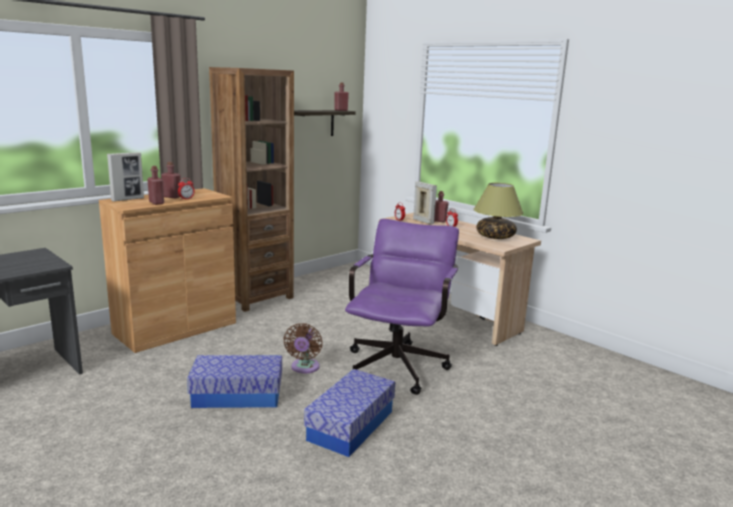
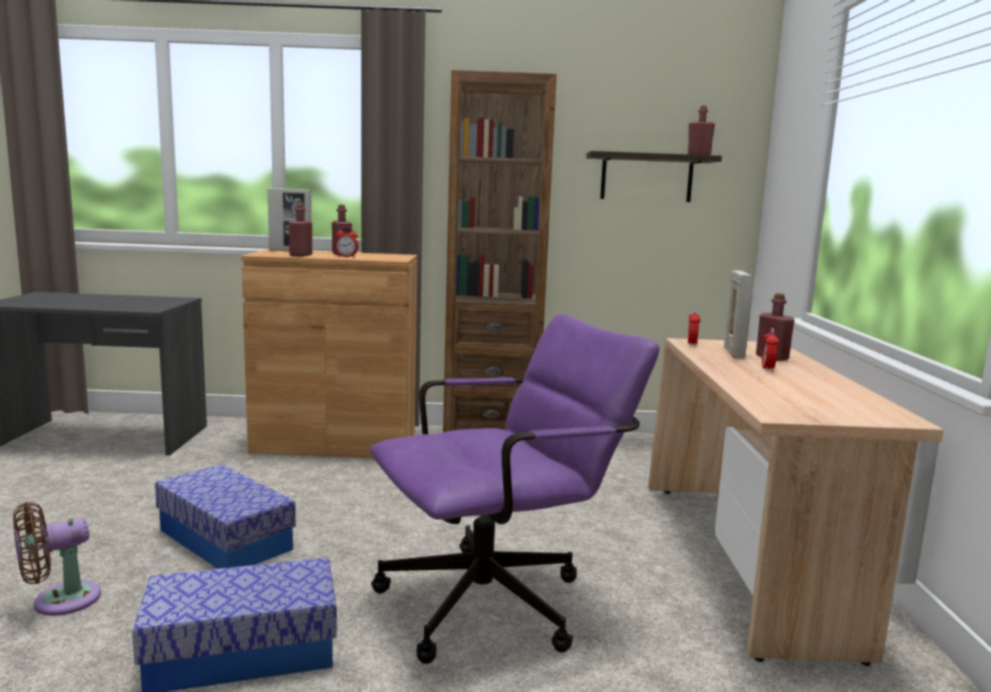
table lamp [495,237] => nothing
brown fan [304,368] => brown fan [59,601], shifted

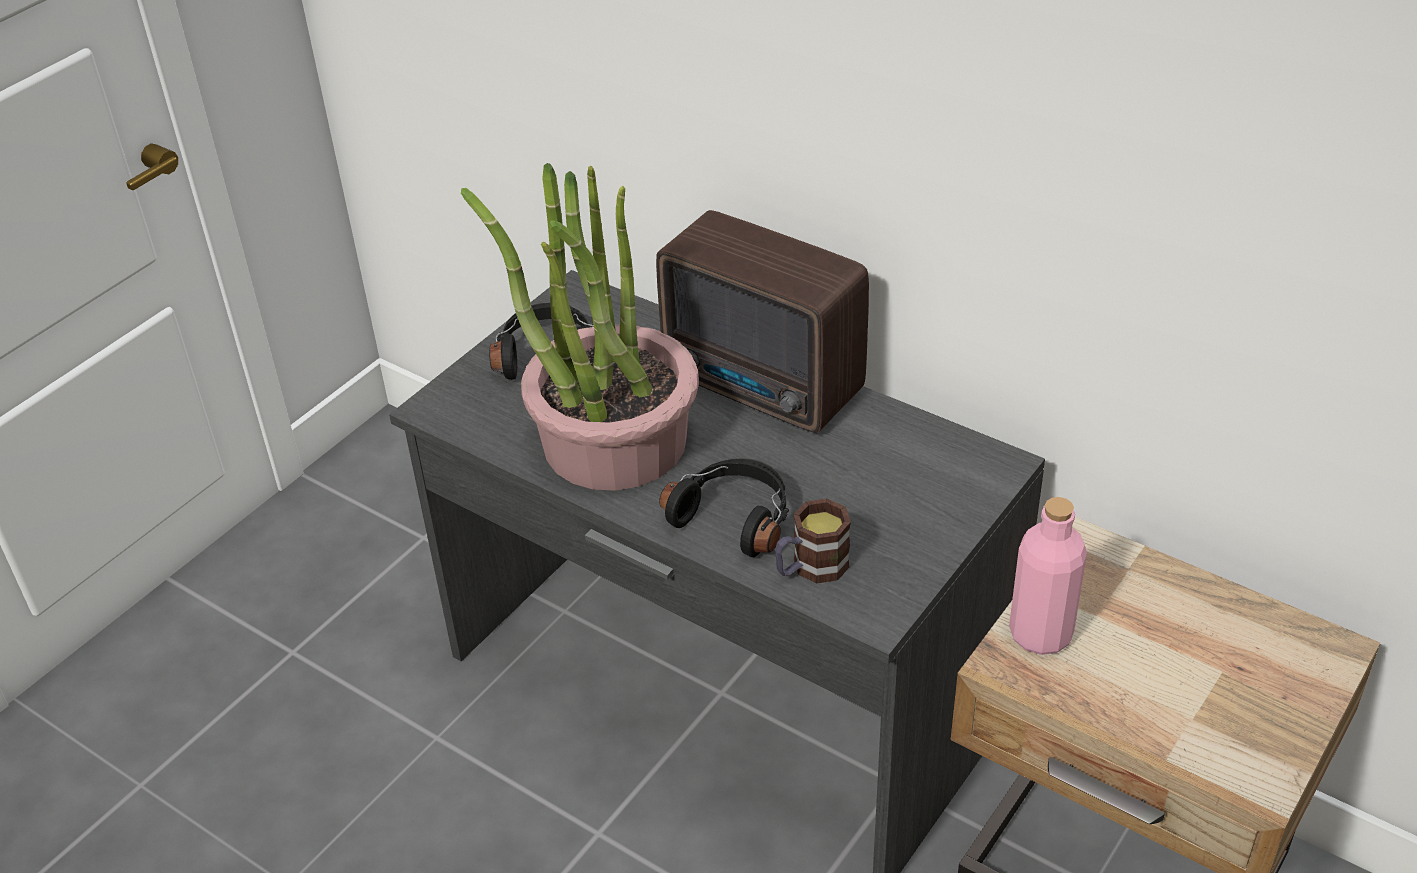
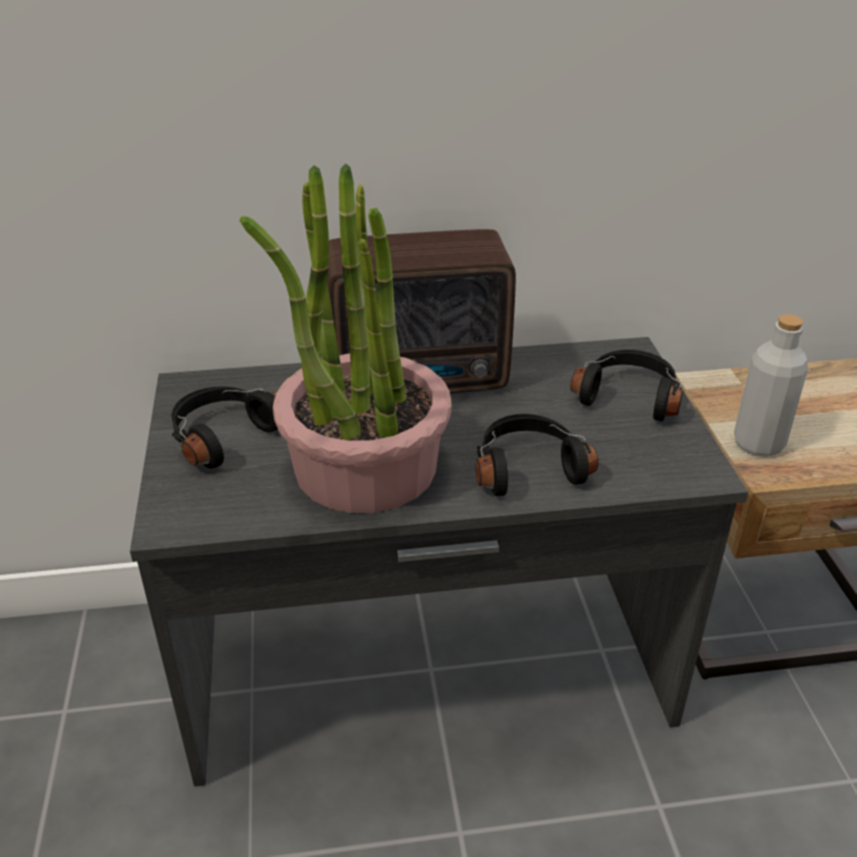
mug [810,568] => nothing
nothing => black headphones [629,396]
pink bottle [1040,634] => grey bottle [758,443]

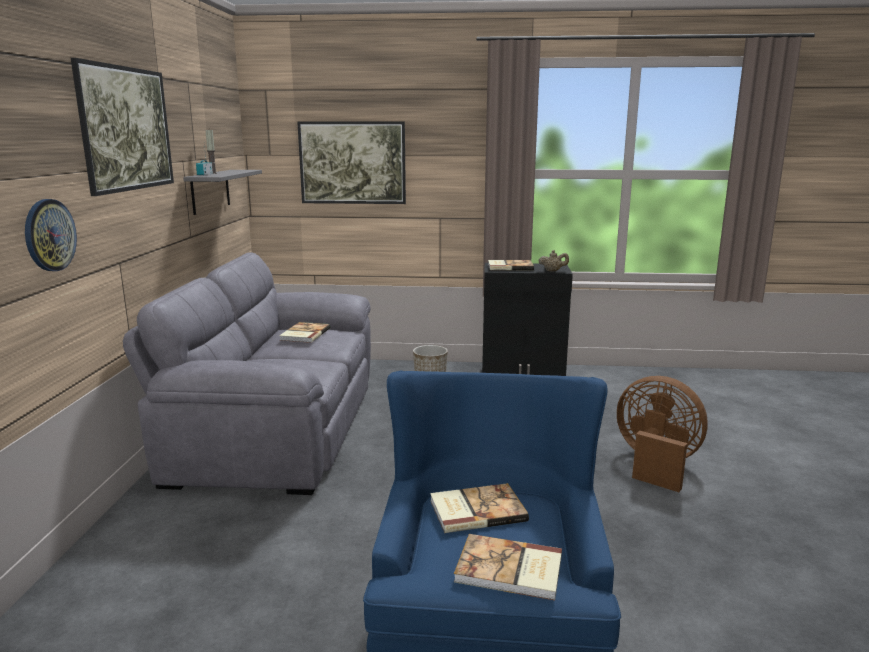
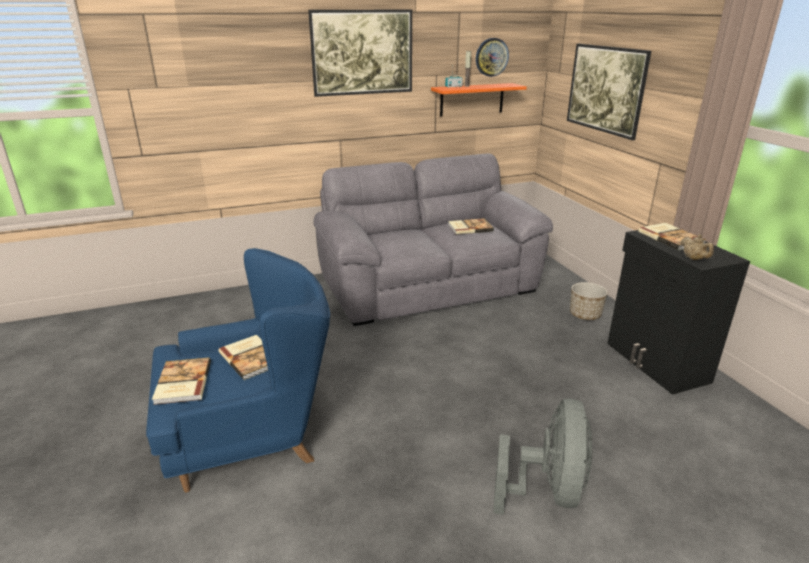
wall clock [49,235] => wall clock [491,57], shifted
grey shelf [210,191] => orange shelf [472,99]
brown fan [655,464] => grey fan [547,490]

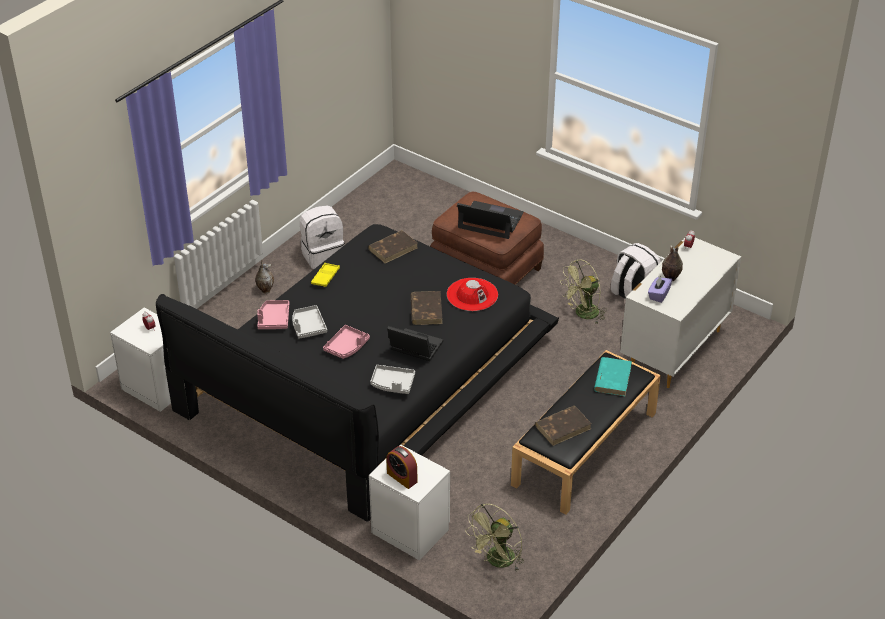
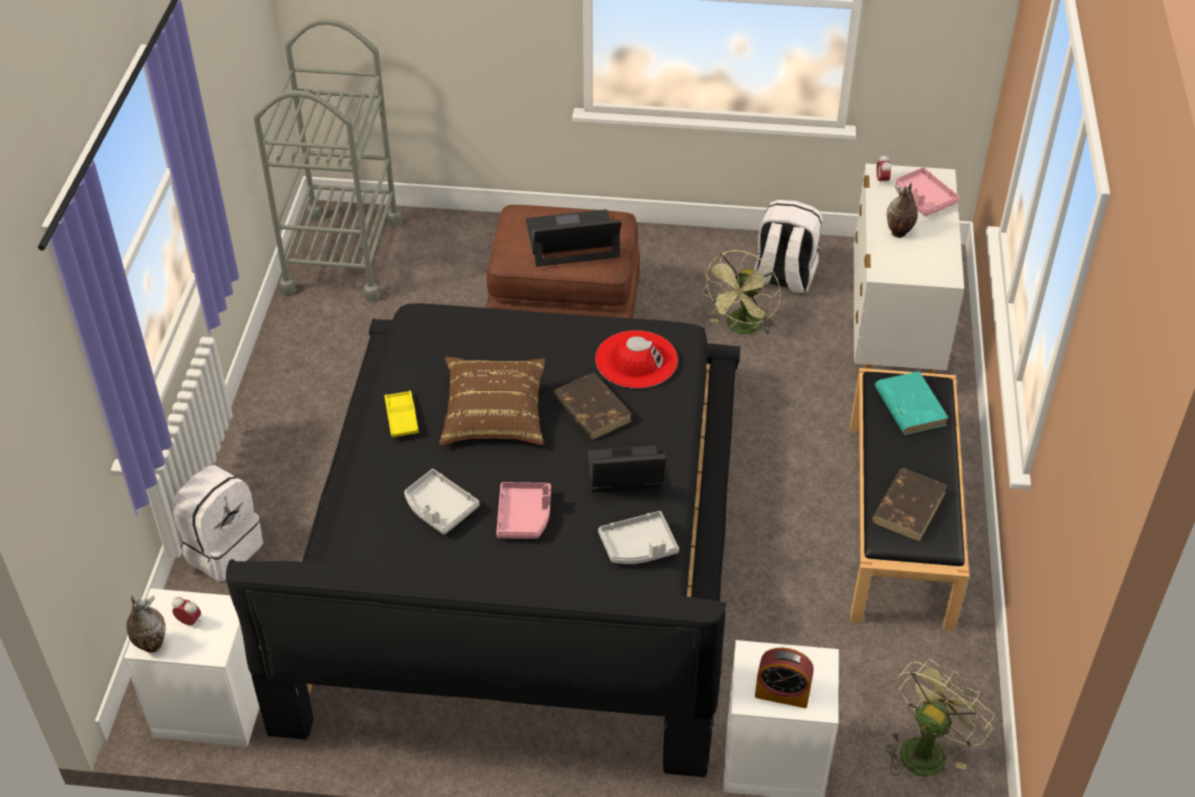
brown book [393,248] => nothing
purple tissue box [658,295] => nothing
nothing => grey cart [342,255]
nothing => brown pillow [494,415]
vase [265,290] => vase [150,645], shifted
pink tray [274,319] => pink tray [923,199], shifted
white backpack [322,255] => white backpack [221,548], shifted
green fan [497,562] => green fan [927,748], 150 degrees counterclockwise

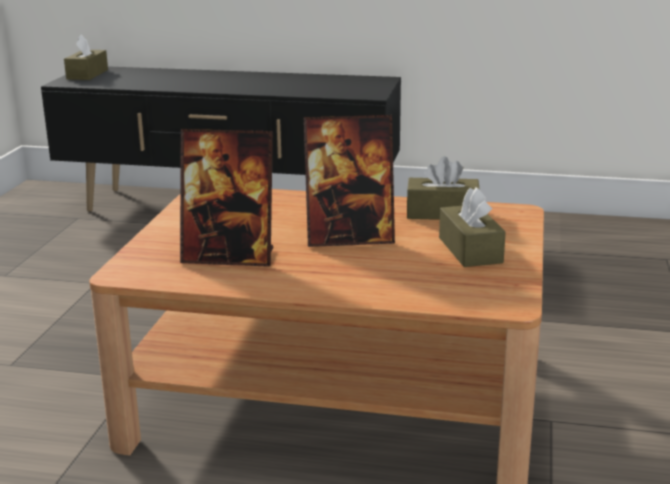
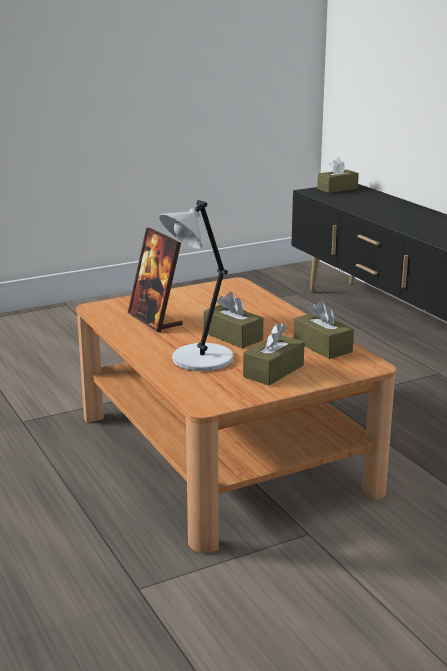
nothing => grey table lamp [199,360]
picture frame [349,238] => brown tissue box [233,336]

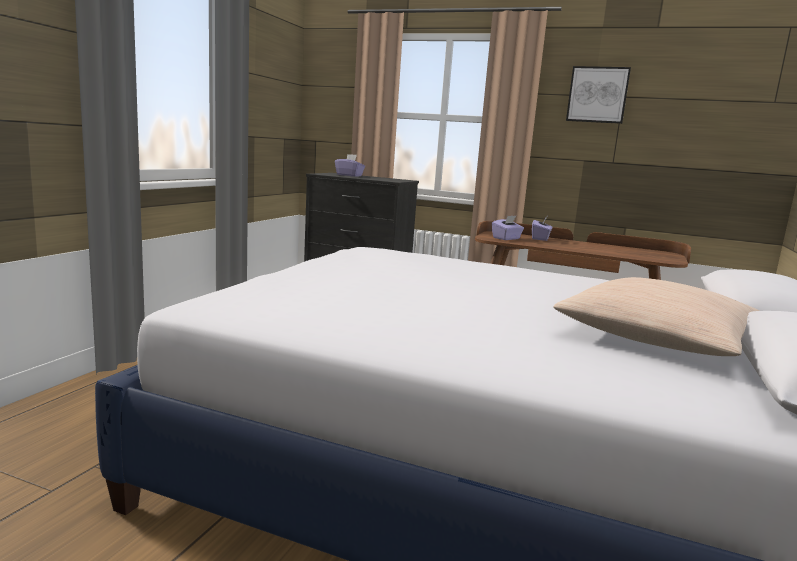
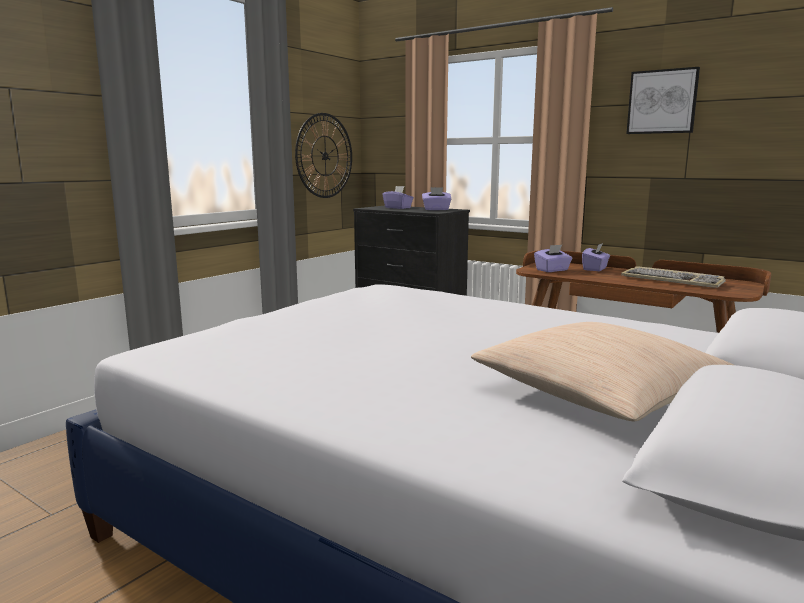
nothing => wall clock [324,156]
nothing => purple tissue box [436,209]
nothing => keyboard [673,281]

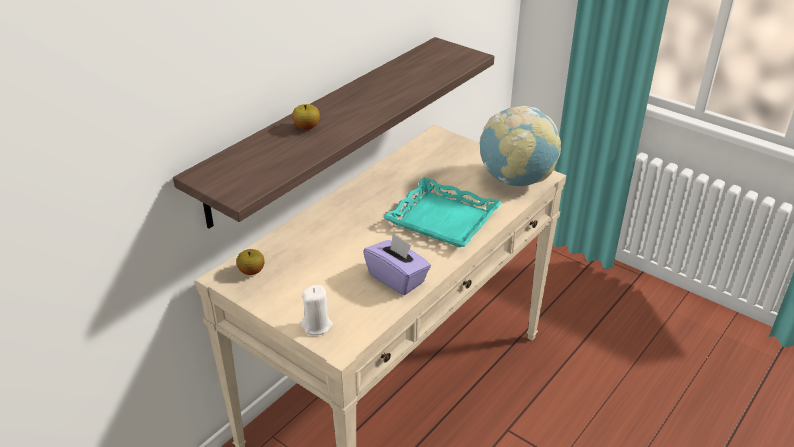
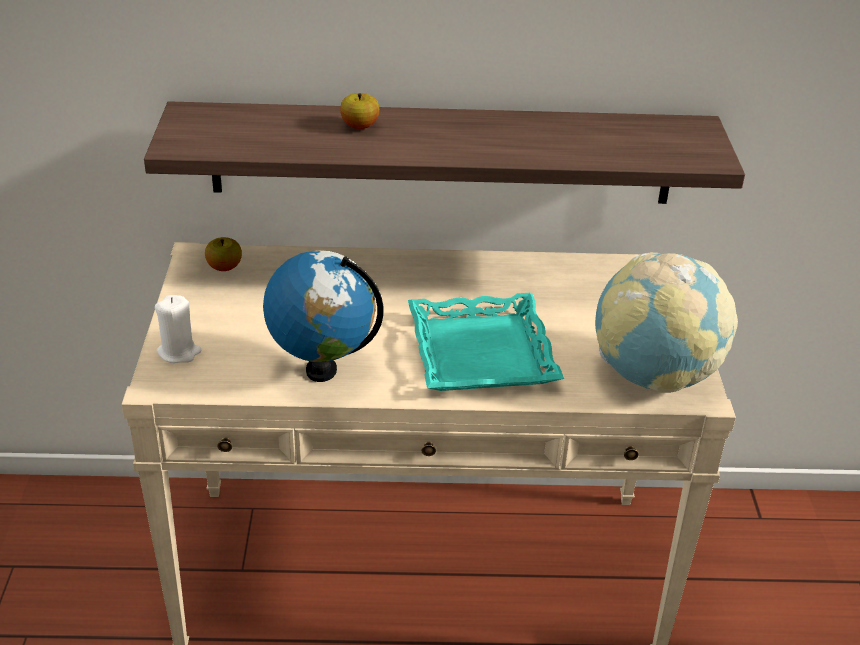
purple tissue box [397,278] => globe [321,370]

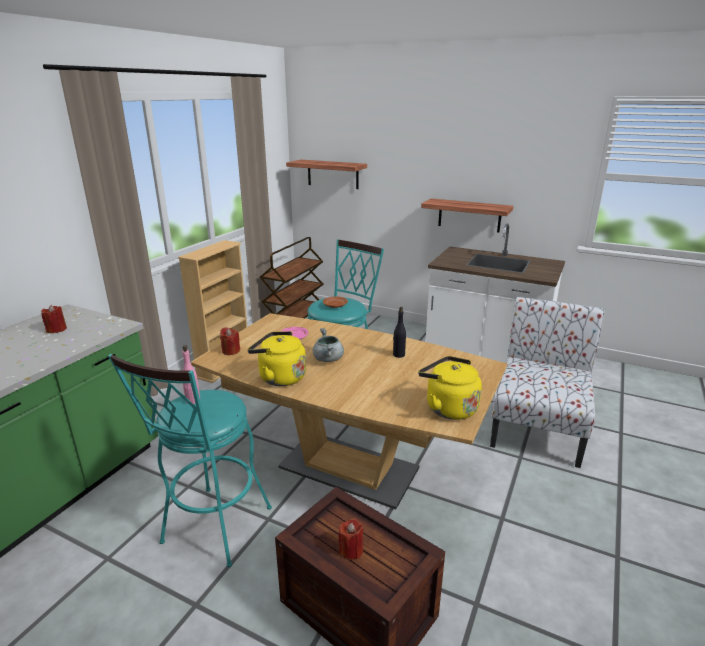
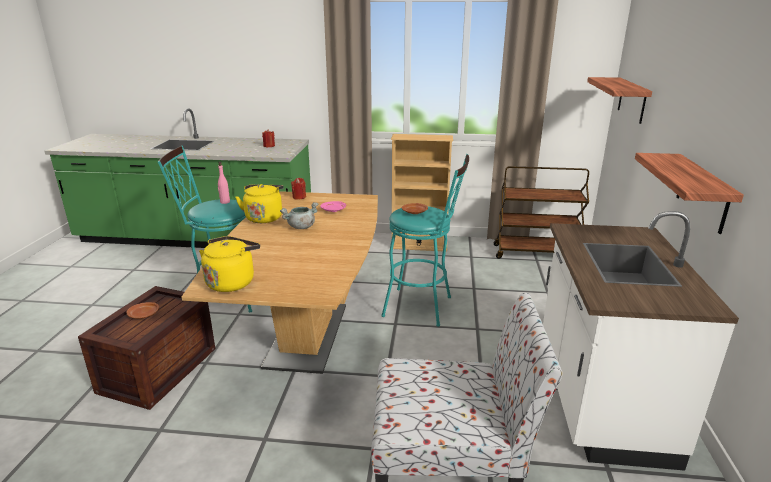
black bottle [398,355] => nothing
red candle [351,550] => brown plate [144,315]

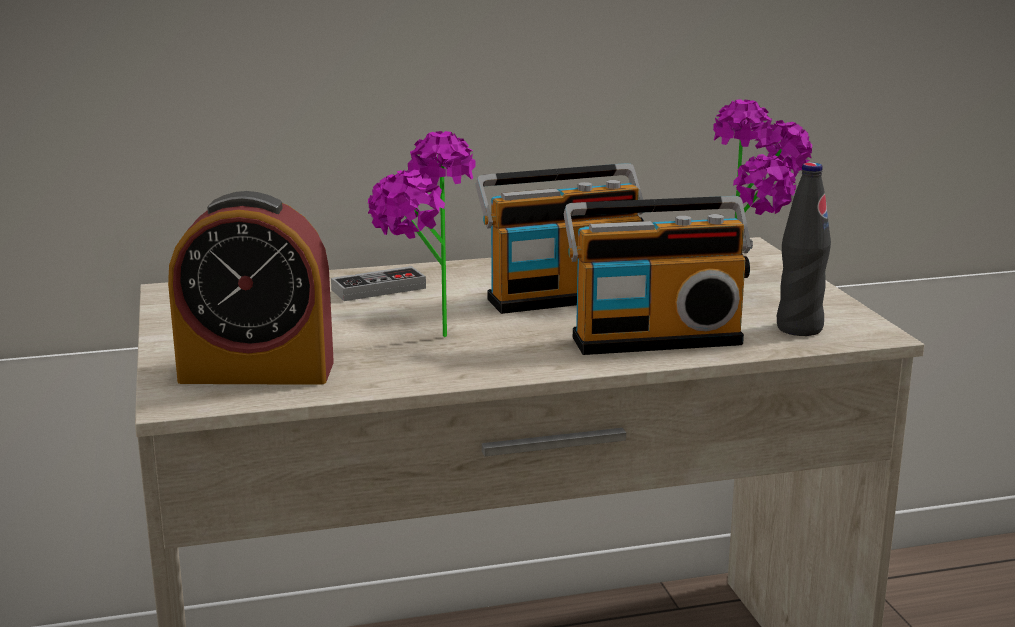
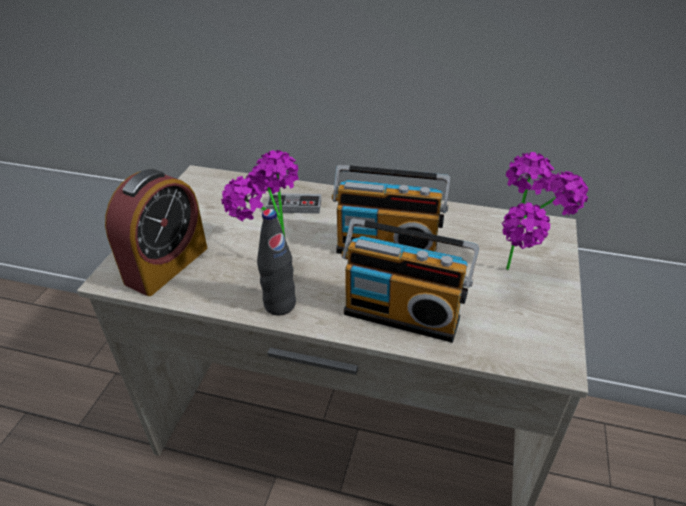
black bottle [799,328] => black bottle [280,305], shifted
alarm clock [257,371] => alarm clock [167,265], 90 degrees counterclockwise

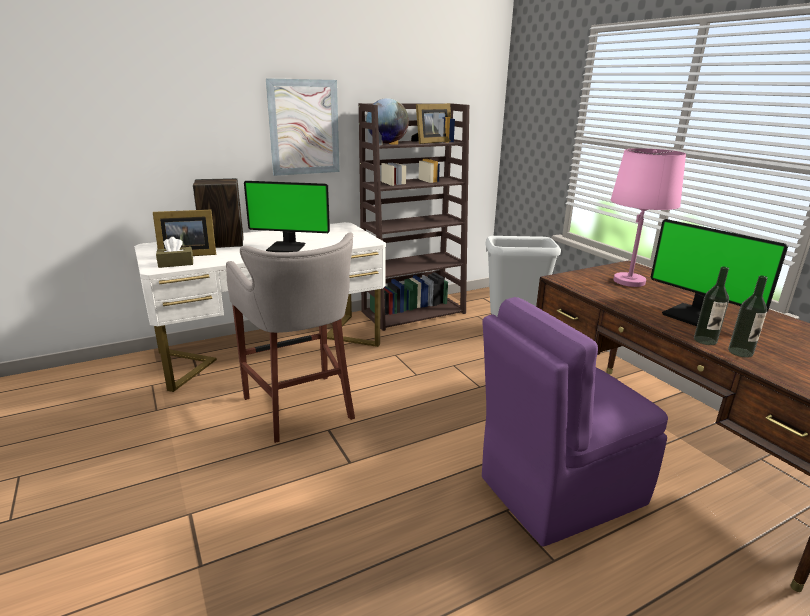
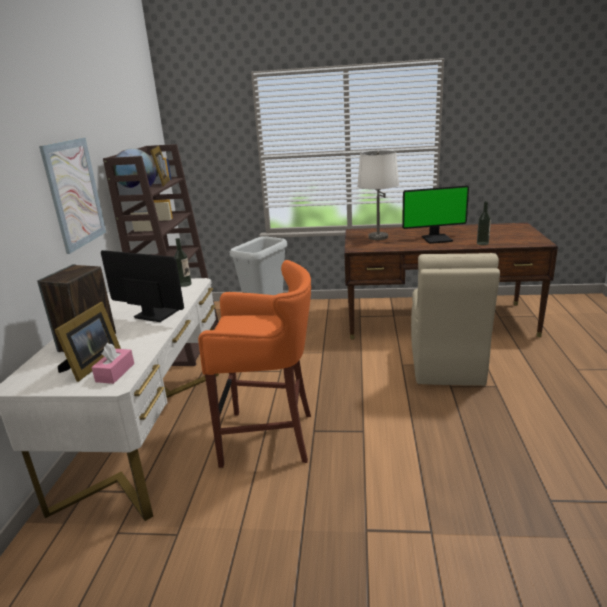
bottle [705,340] => bottle [185,284], shifted
brown tissue box [176,263] => pink tissue box [115,372]
grey stool [301,408] => orange stool [270,437]
purple chair [558,491] => beige chair [446,365]
pink table lamp [628,281] => white table lamp [377,237]
monitor [287,247] => monitor [155,314], 105 degrees counterclockwise

